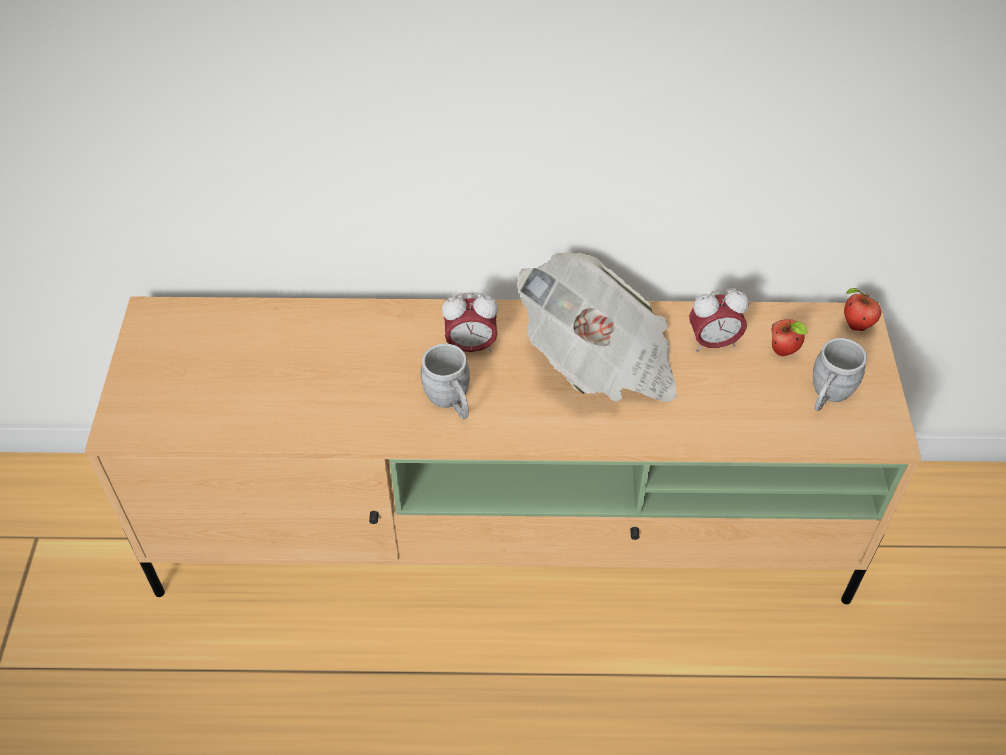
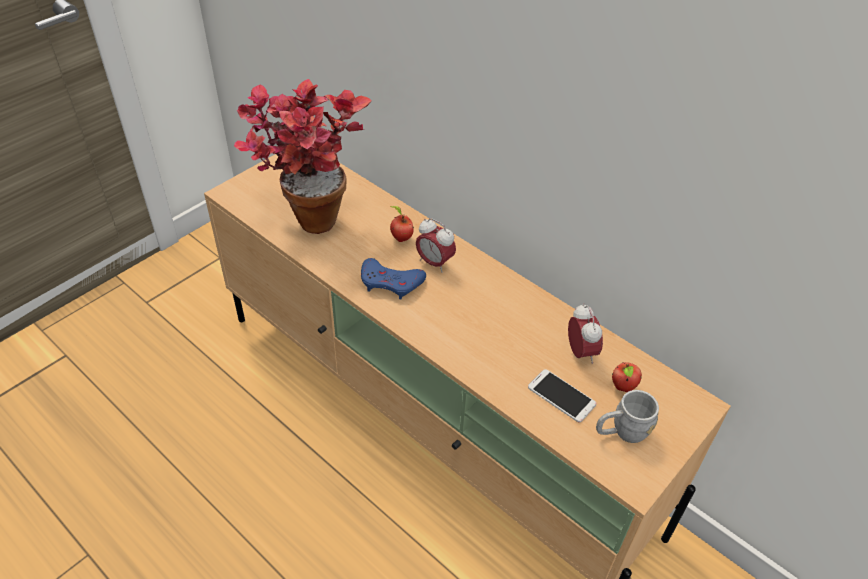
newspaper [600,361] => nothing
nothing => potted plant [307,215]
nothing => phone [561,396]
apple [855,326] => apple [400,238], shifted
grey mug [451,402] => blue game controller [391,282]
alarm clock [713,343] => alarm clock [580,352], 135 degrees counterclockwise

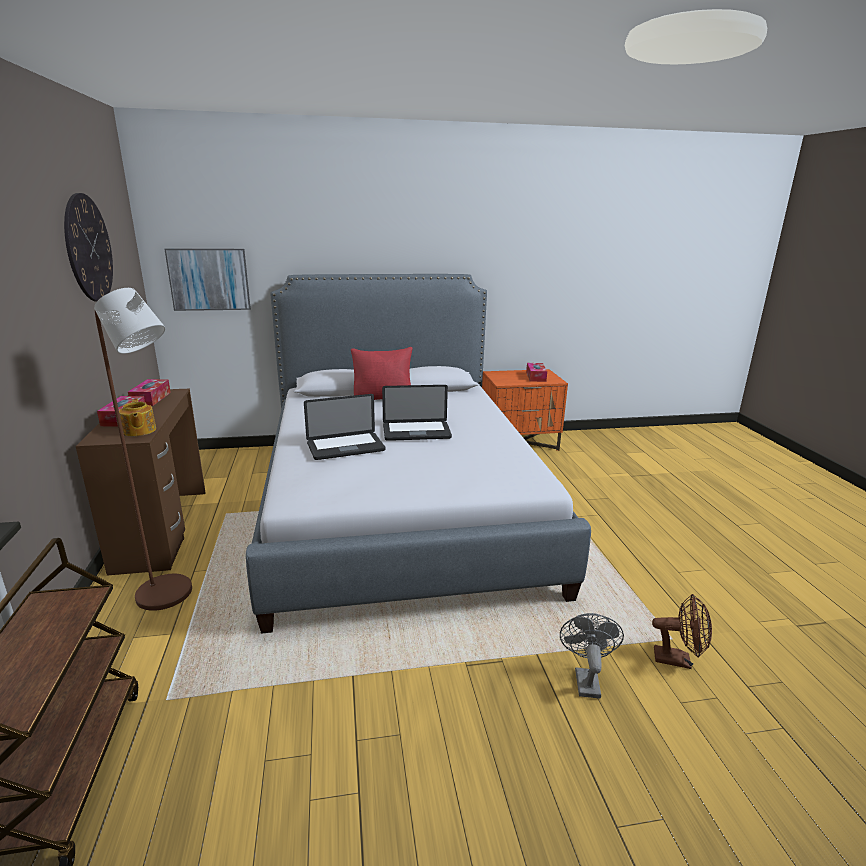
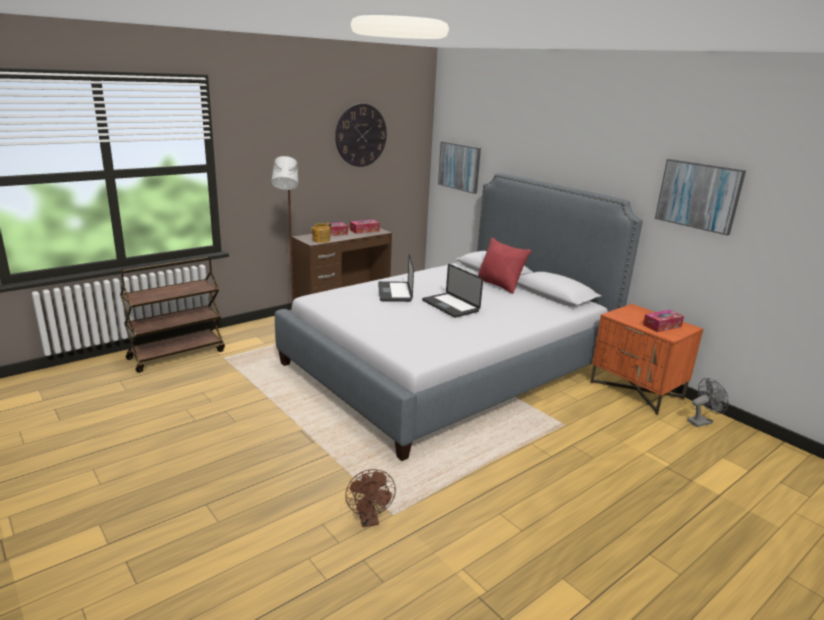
nothing => picture [698,195]
grey fan [585,679] => grey fan [702,421], shifted
laptop [345,447] => laptop [394,292], 45 degrees clockwise

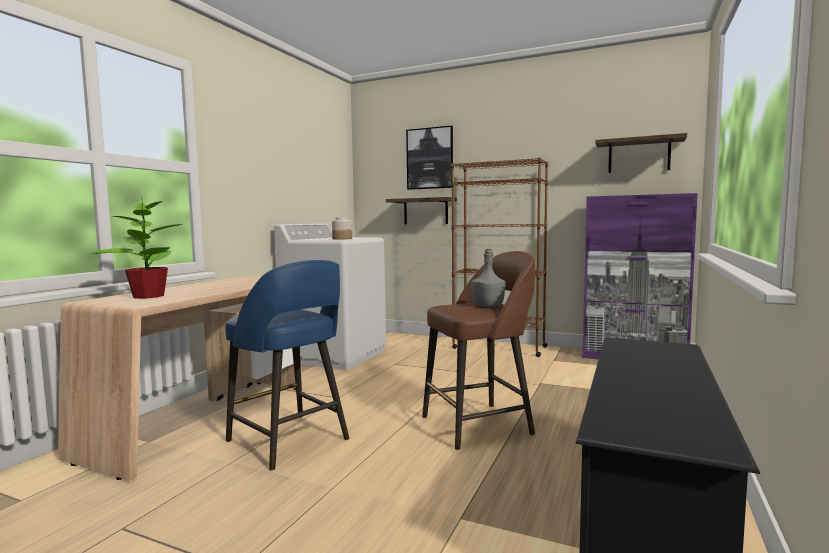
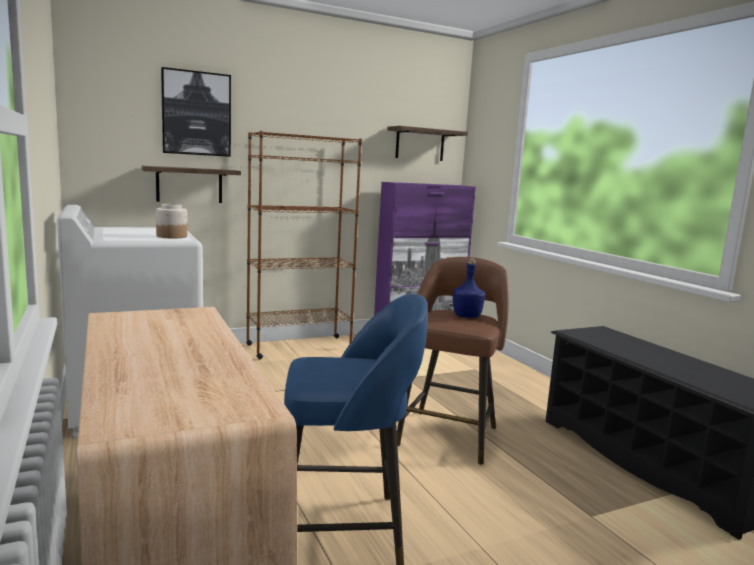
potted plant [148,296] => nothing
grey bottle [488,306] => blue bottle [467,316]

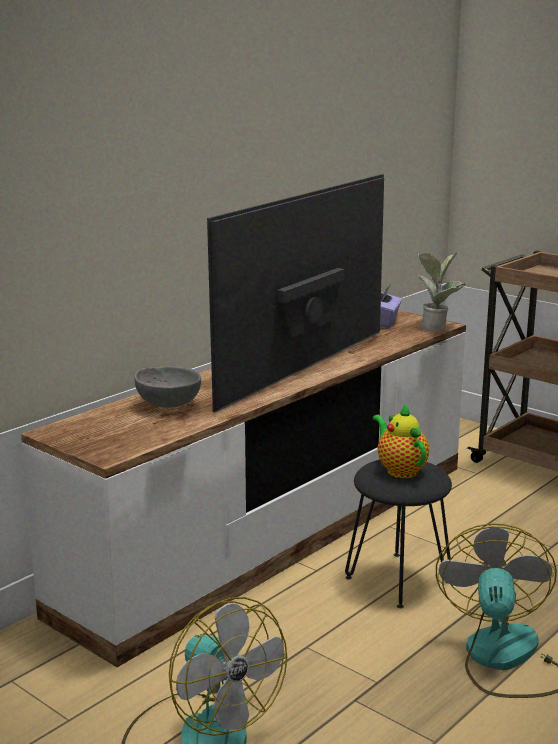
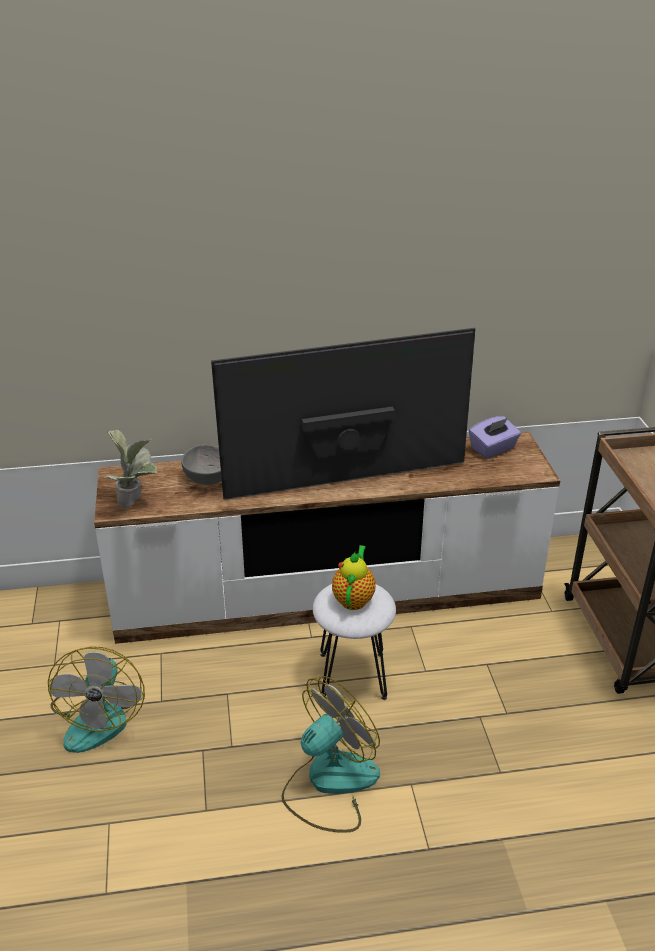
potted plant [438,327] => potted plant [135,502], shifted
black stool [399,580] => white stool [352,676]

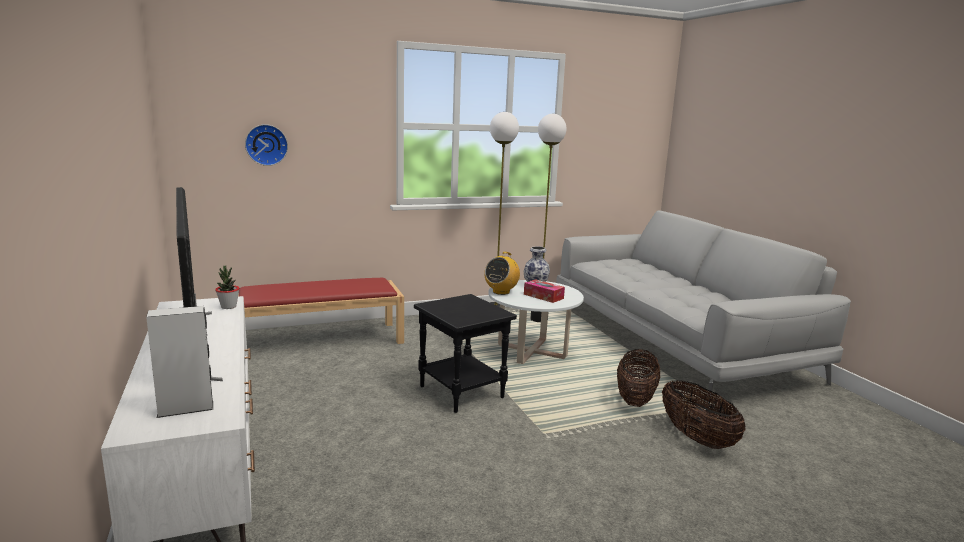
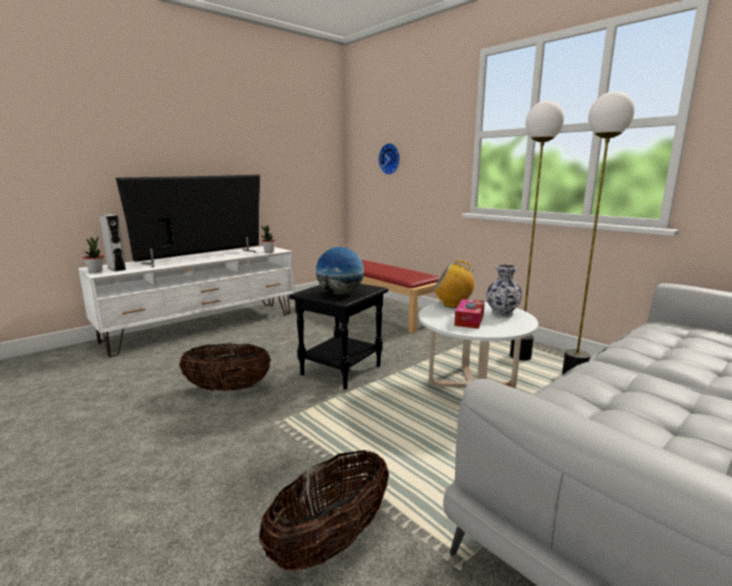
nothing => potted plant [96,271]
nothing => globe [340,294]
basket [635,399] => basket [228,389], shifted

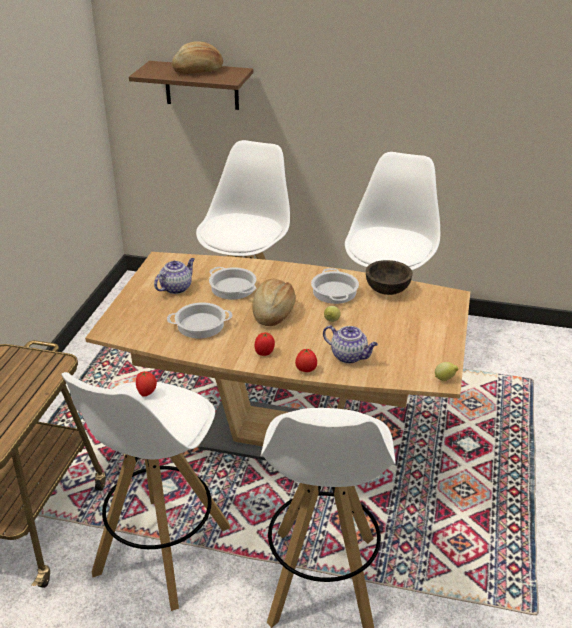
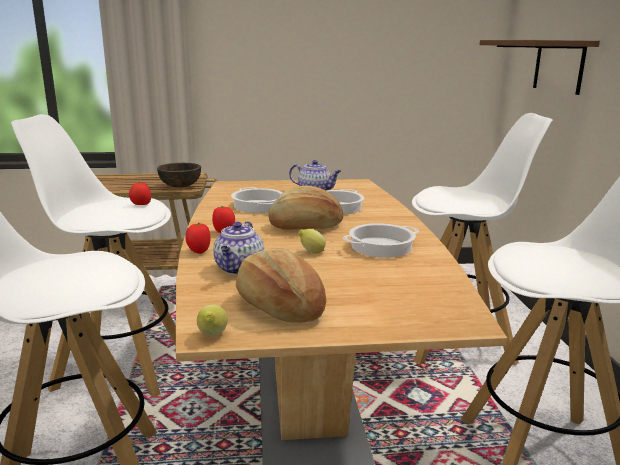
bread [198,71] => bread [279,306], shifted
brown bowl [387,289] => brown bowl [180,186], shifted

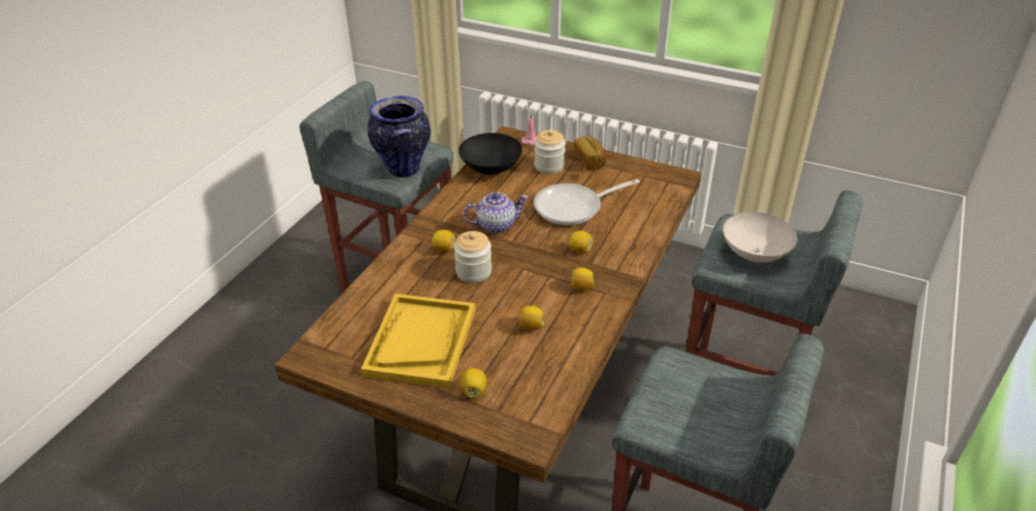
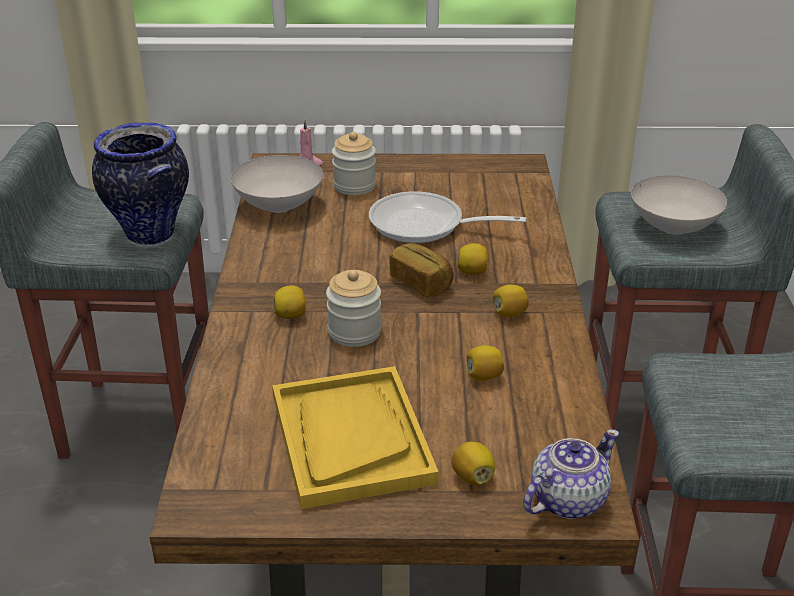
teapot [495,225] => teapot [566,500], shifted
bread [590,161] => bread [422,283], shifted
black bowl [490,168] => white bowl [277,205]
frying pan [574,208] => frying pan [425,226], 60 degrees clockwise

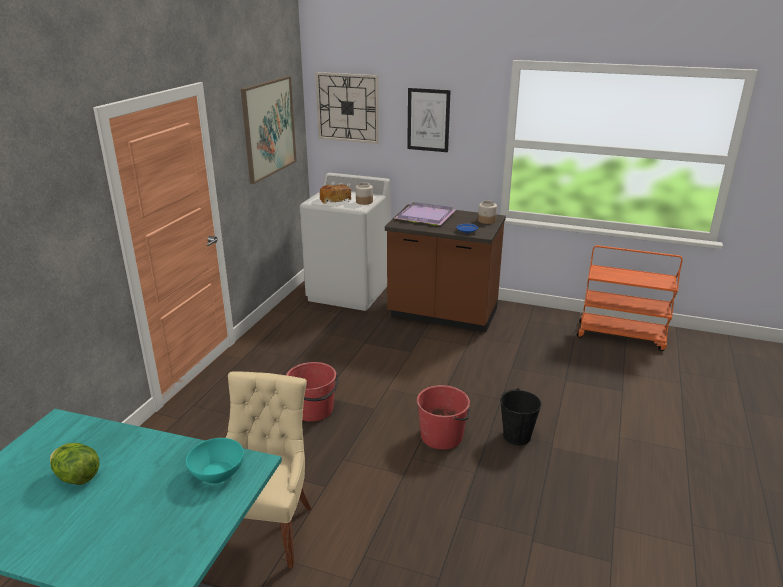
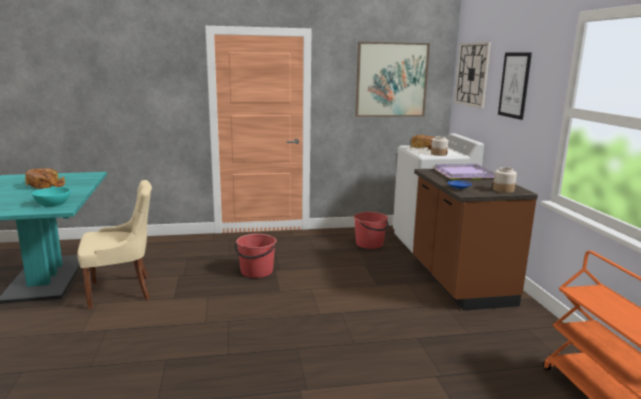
black bucket [517,436] => nothing
red bucket [442,436] => red bucket [370,244], shifted
lettuce [77,477] => bread [46,185]

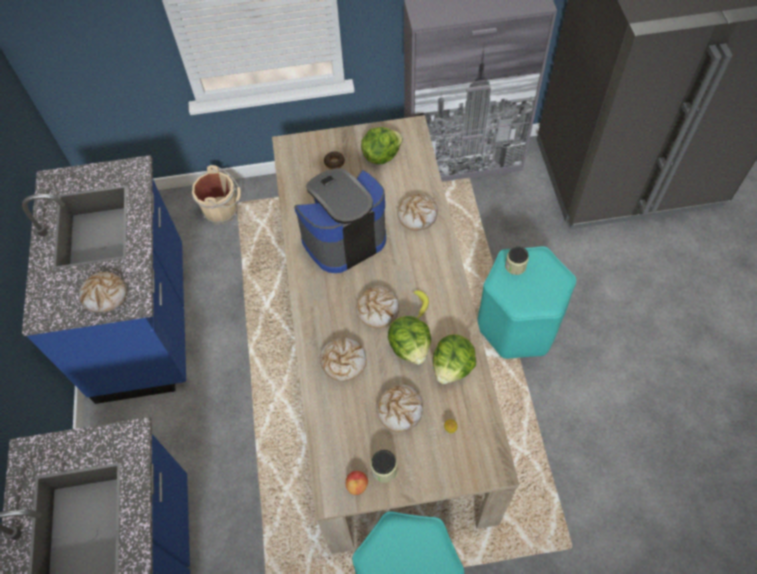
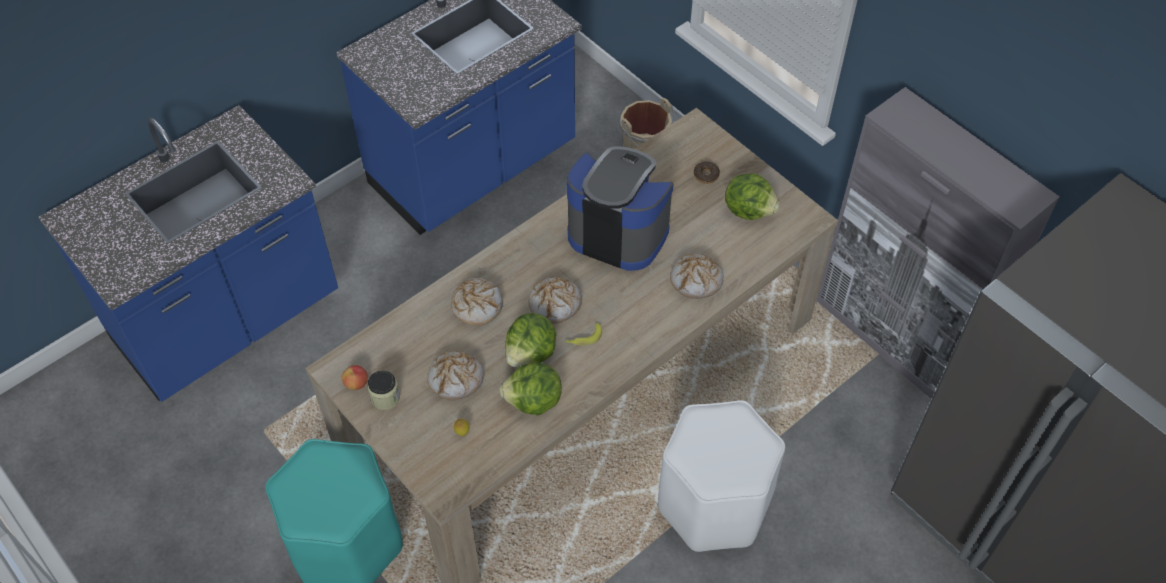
bread [105,295] => nothing
jar [515,266] => nothing
turquoise stool [518,325] => white stool [713,505]

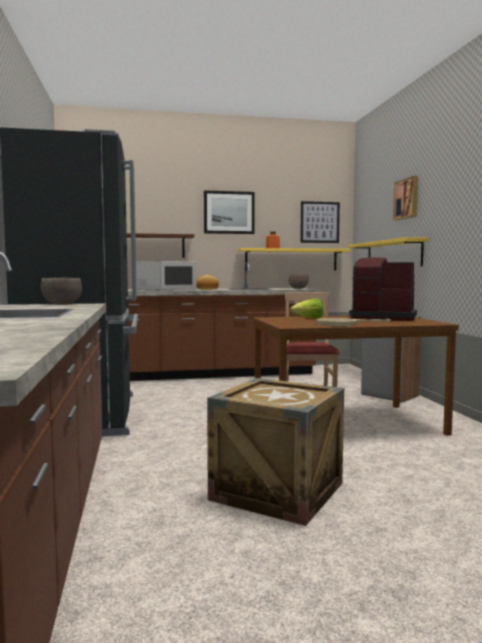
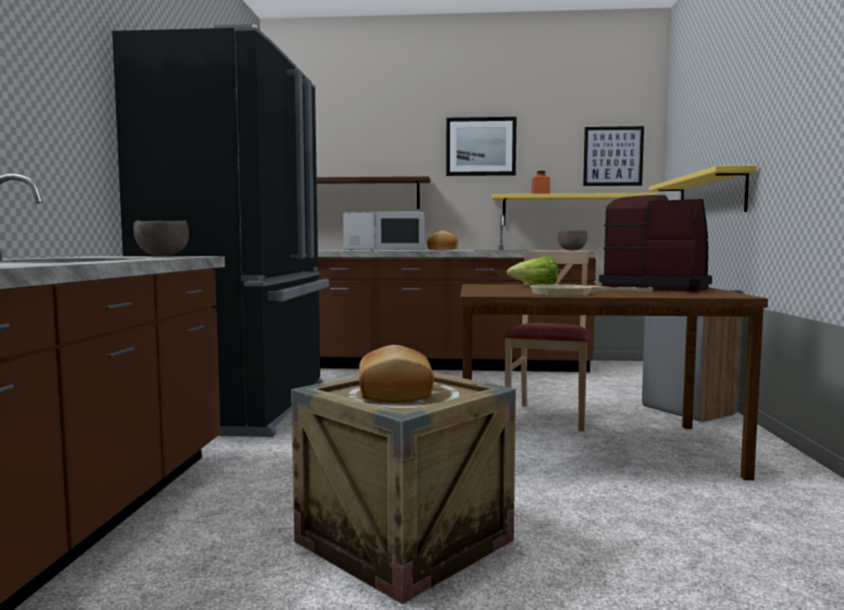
picture [407,199] => nothing
nothing => bread [392,393]

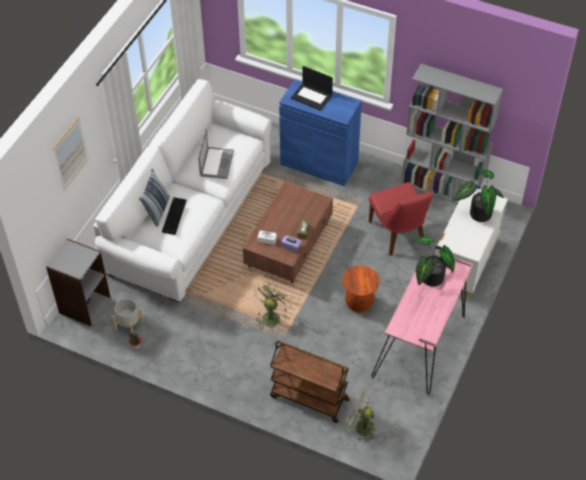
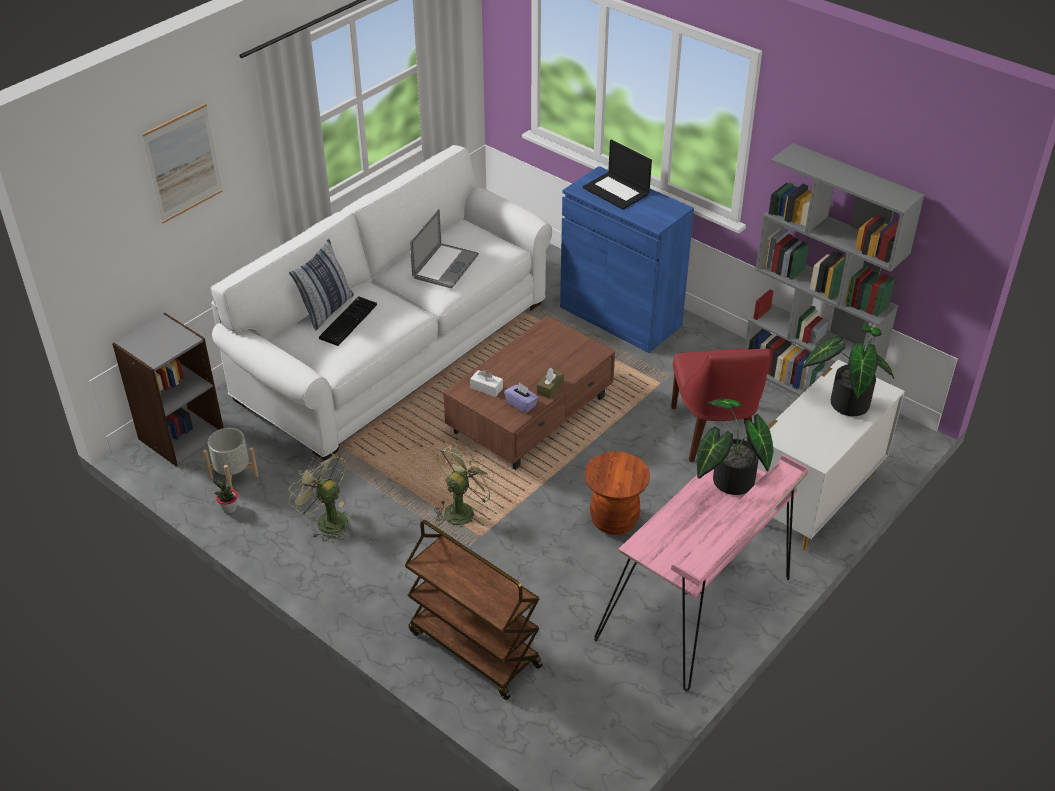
green fan [360,427] => green fan [326,520], shifted

